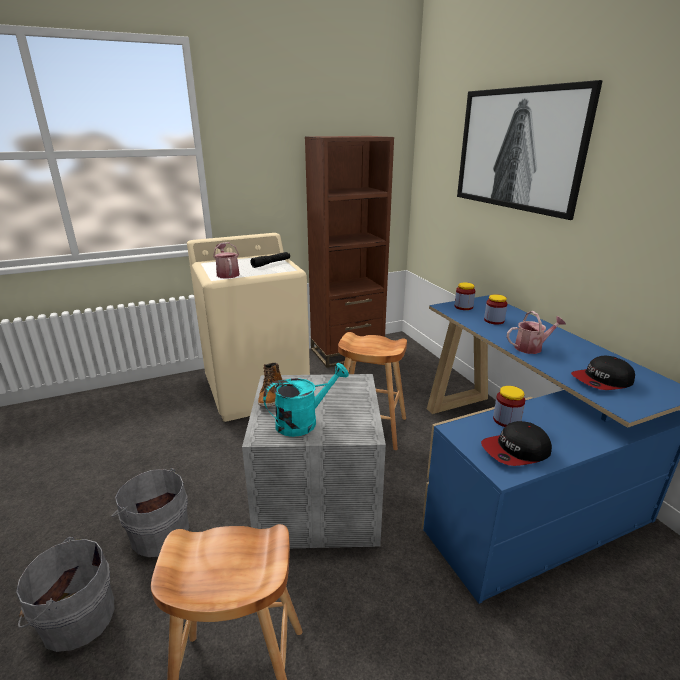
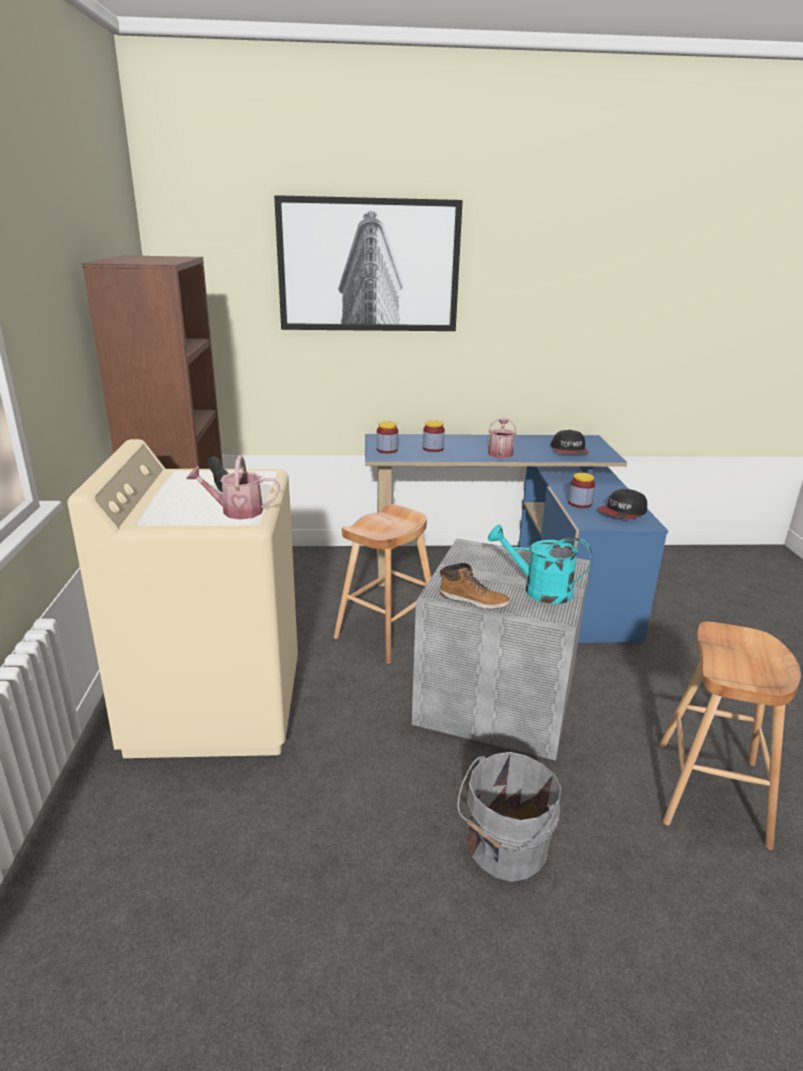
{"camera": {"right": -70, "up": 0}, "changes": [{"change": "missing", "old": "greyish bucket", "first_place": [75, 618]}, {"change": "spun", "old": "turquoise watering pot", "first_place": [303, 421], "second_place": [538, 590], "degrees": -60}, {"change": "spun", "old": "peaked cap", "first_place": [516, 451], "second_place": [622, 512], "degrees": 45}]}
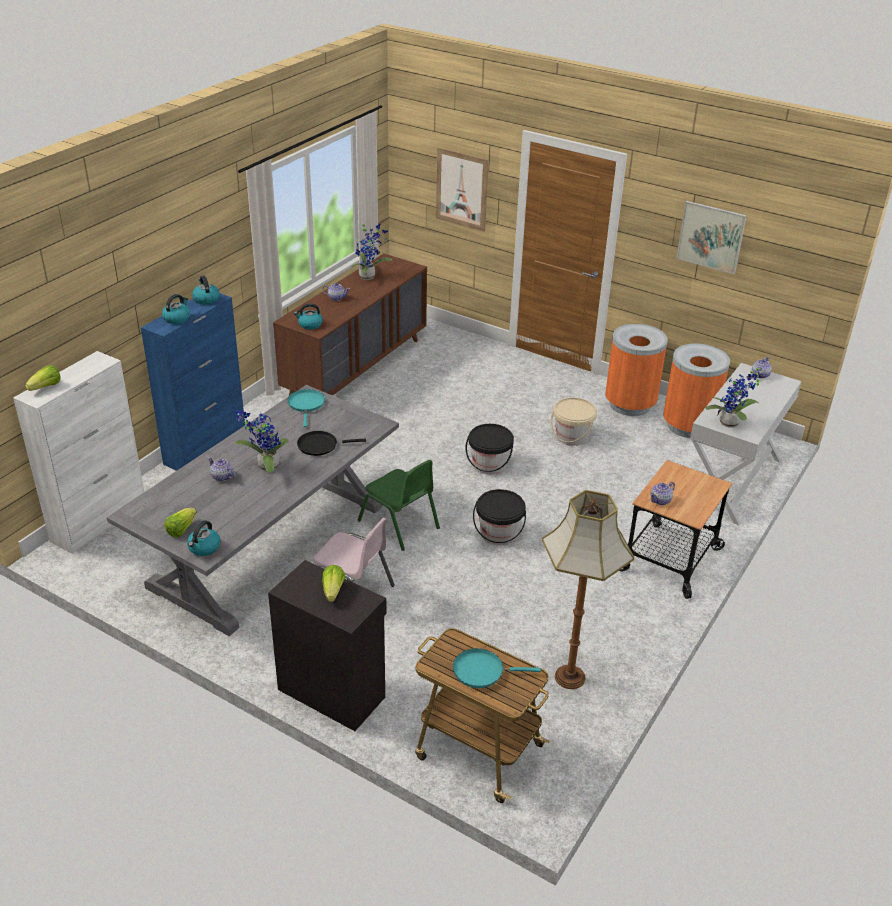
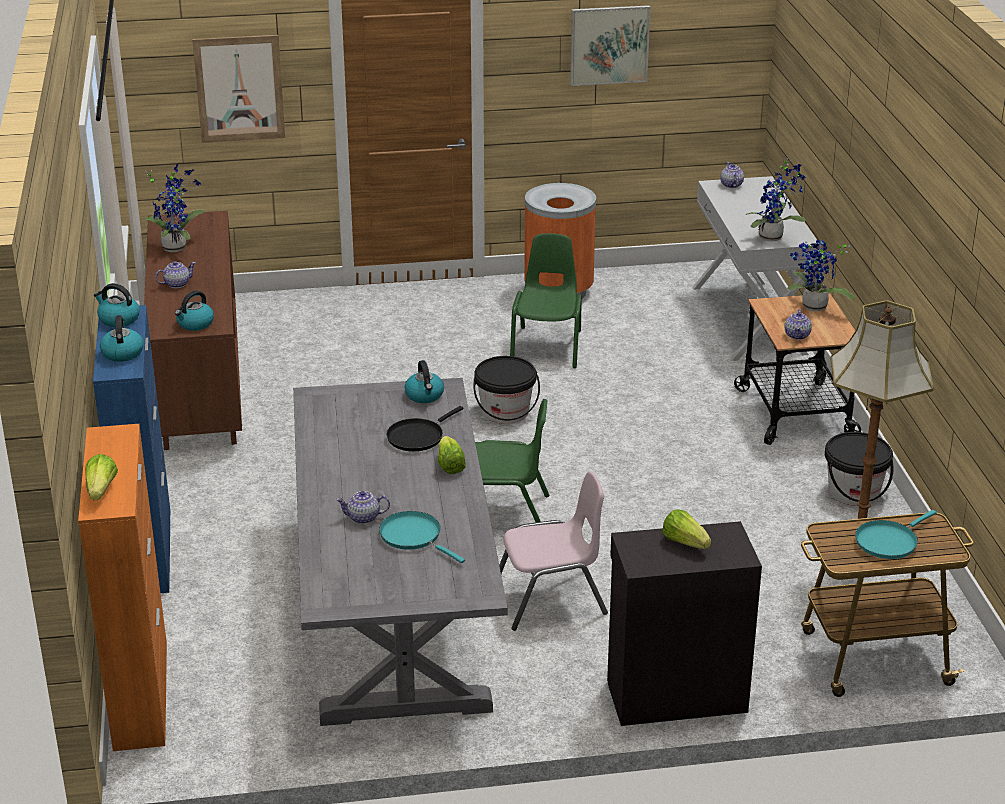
{"camera": {"right": -40, "up": -5}, "changes": [{"change": "colour", "old": "white-coloured storage cabinet", "new": "orangey storage cabinet", "first_place": [99, 520], "second_place": [141, 694]}, {"change": "relocated", "old": "lettuce head", "first_place": [181, 529], "second_place": [450, 465]}, {"change": "relocated", "old": "kettle", "first_place": [204, 548], "second_place": [425, 396]}, {"change": "relocated", "old": "plant in a pot", "first_place": [265, 466], "second_place": [813, 308]}, {"change": "relocated", "old": "turquoise frying pan", "first_place": [306, 405], "second_place": [414, 536]}, {"change": "relocated", "old": "black bucket", "first_place": [499, 533], "second_place": [854, 492]}, {"change": "exchanged", "old": "sand-coloured bucket", "new": "green-coloured upright chair", "first_place": [572, 436], "second_place": [547, 347]}, {"change": "missing", "old": "orangey rubbish bin", "first_place": [688, 426]}]}
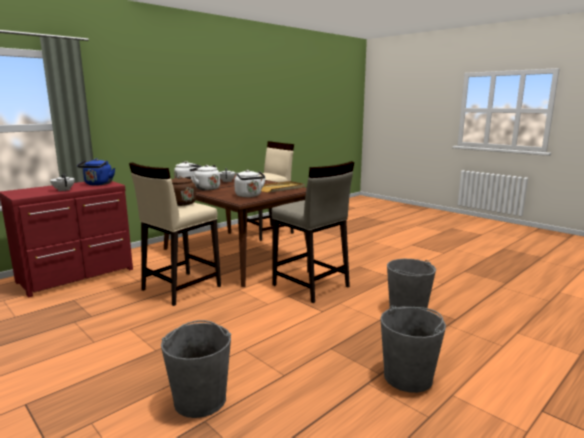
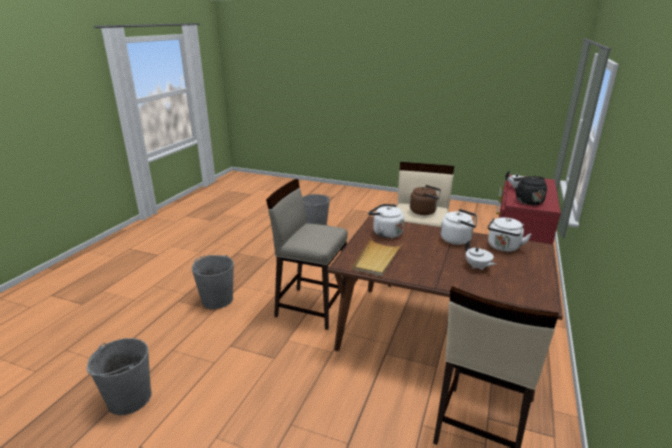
{"camera": {"right": 155, "up": 10}, "changes": [{"change": "colour", "old": "bluish kettle", "new": "black kettle", "first_place": [98, 184], "second_place": [527, 201]}, {"change": "relocated", "old": "greyish bucket", "first_place": [408, 377], "second_place": [129, 398]}]}
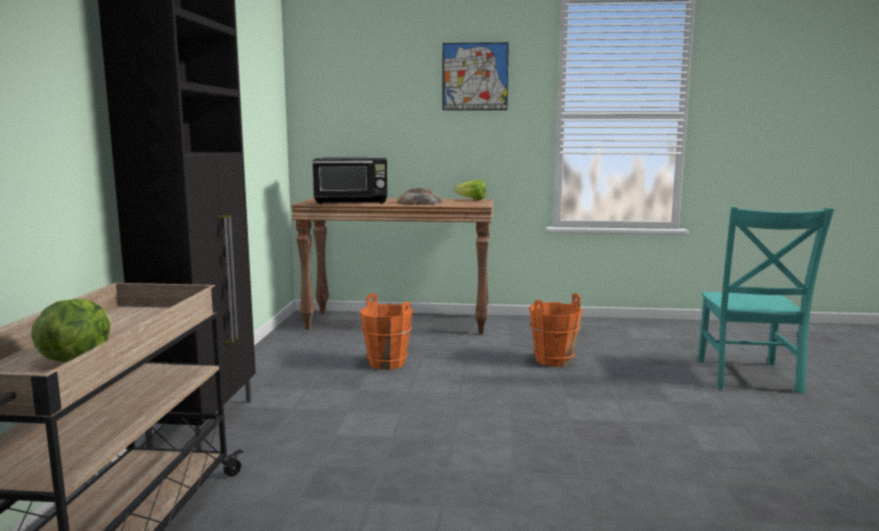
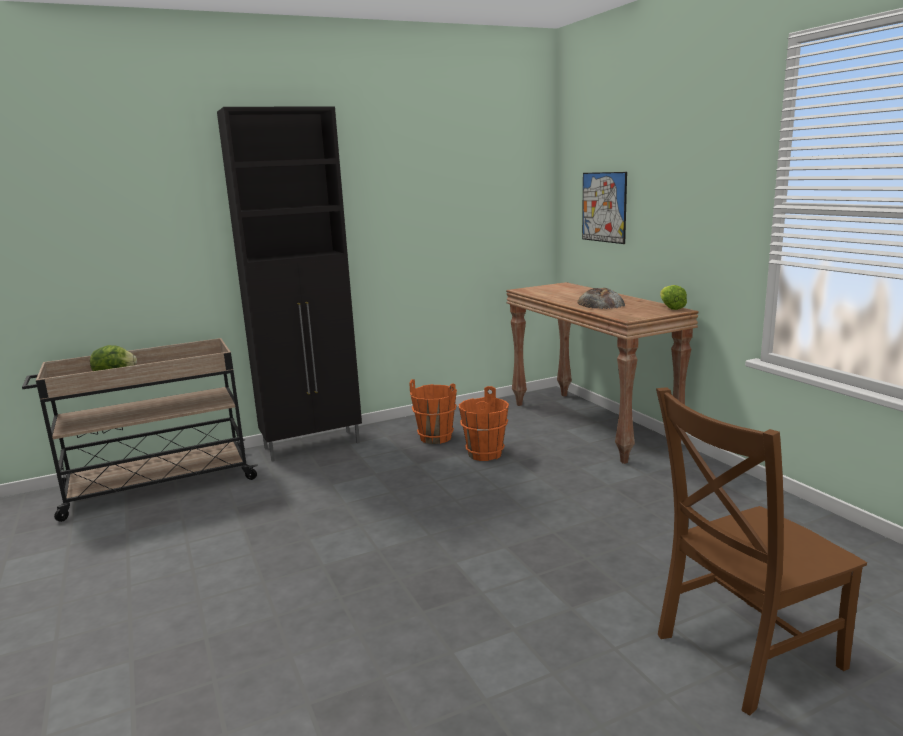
{"camera": {"right": 60, "up": 5}, "changes": [{"change": "missing", "old": "black kitchen microwave", "first_place": [352, 202]}, {"change": "relocated", "old": "wall art", "first_place": [475, 76], "second_place": [604, 207]}, {"change": "relocated", "old": "orangey bucket", "first_place": [553, 360], "second_place": [436, 437]}, {"change": "colour", "old": "turquoise upright chair", "new": "brownish upright chair", "first_place": [748, 377], "second_place": [742, 653]}]}
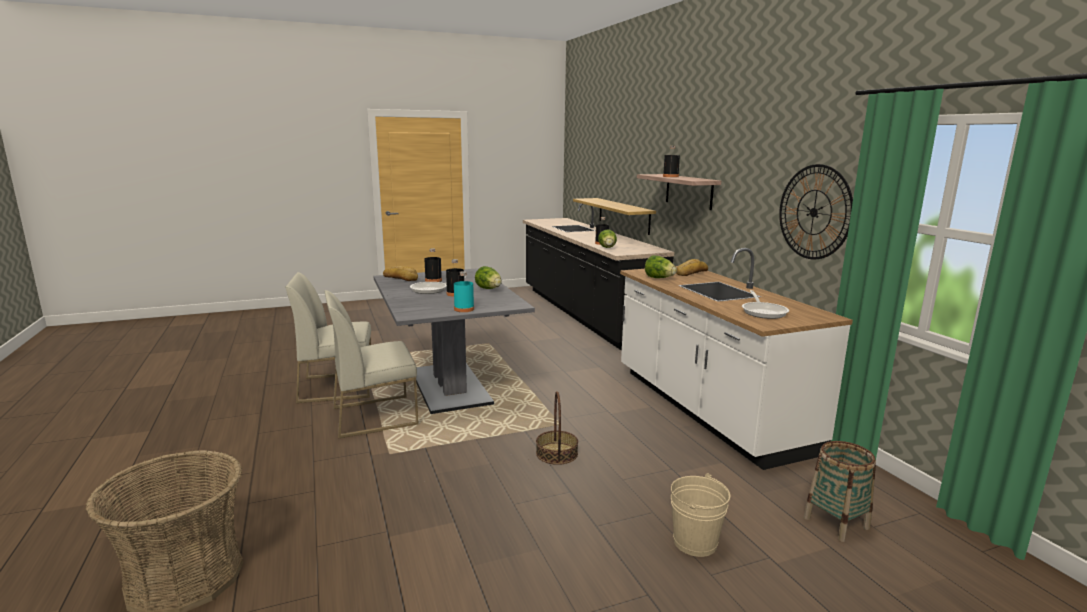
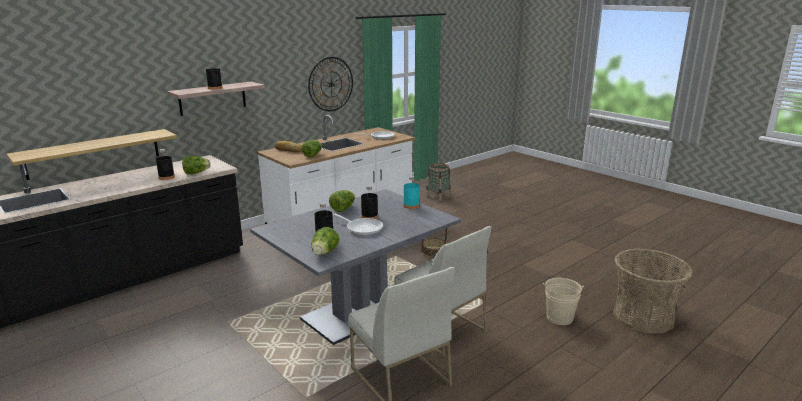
{"camera": {"right": -110, "up": 5}, "changes": [{"change": "exchanged", "old": "bakery bread", "new": "lettuce head", "first_place": [401, 278], "second_place": [324, 253]}, {"change": "relocated", "old": "sand-coloured bucket", "first_place": [695, 542], "second_place": [559, 318]}]}
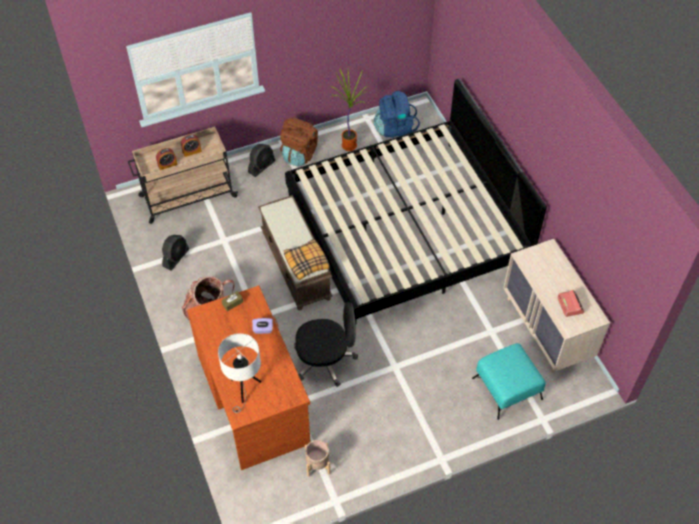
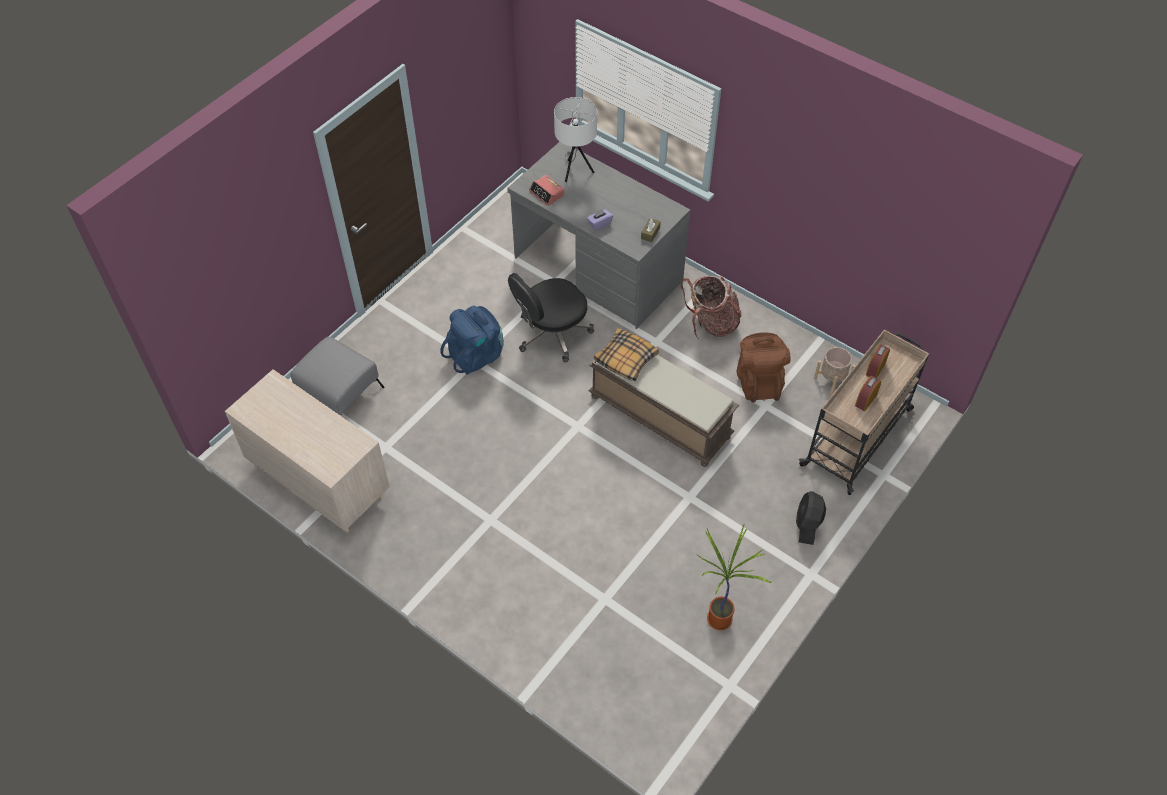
{"camera": {"right": 150, "up": 0}, "changes": [{"change": "missing", "old": "black electric fan", "first_place": [176, 258]}, {"change": "colour", "old": "brownish desk", "new": "greyish desk", "first_place": [253, 398], "second_place": [597, 270]}, {"change": "relocated", "old": "brownish rucksack", "first_place": [299, 154], "second_place": [758, 381]}, {"change": "missing", "old": "bedroom bed", "first_place": [406, 228]}, {"change": "relocated", "old": "sand-coloured plant pot", "first_place": [318, 464], "second_place": [831, 380]}, {"change": "relocated", "old": "bluish rucksack", "first_place": [394, 129], "second_place": [476, 355]}, {"change": "colour", "old": "turquoise ottoman", "new": "greyish ottoman", "first_place": [507, 388], "second_place": [340, 394]}, {"change": "relocated", "old": "bedside clock", "first_place": [570, 305], "second_place": [547, 193]}]}
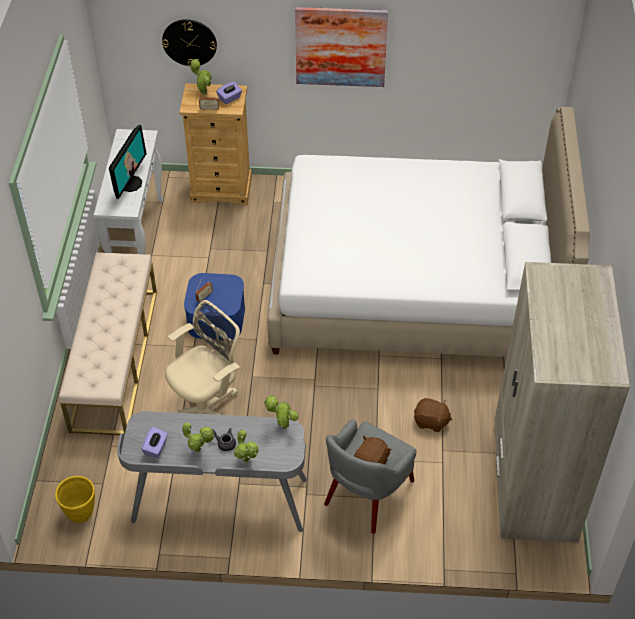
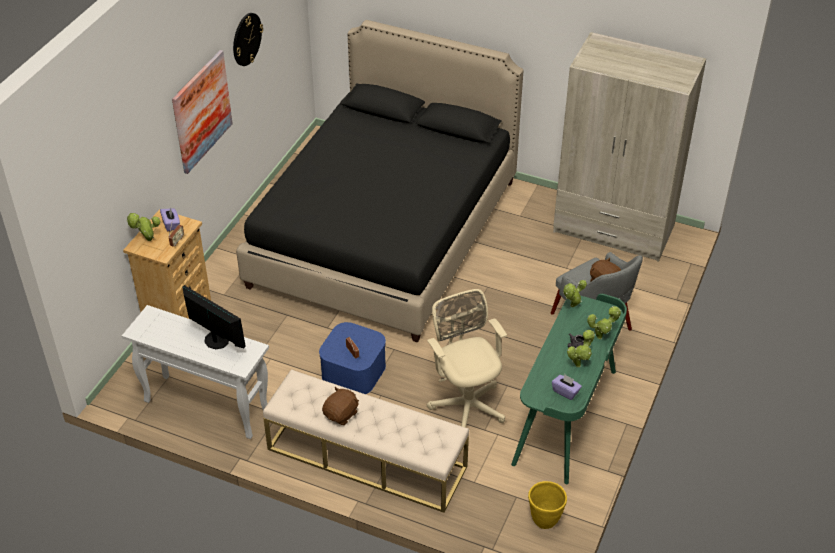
{"camera": {"right": -70, "up": -5}, "changes": [{"change": "colour", "old": "greyish desk", "new": "green-coloured desk", "first_place": [219, 501], "second_place": [566, 417]}, {"change": "relocated", "old": "hanging clock", "first_place": [189, 42], "second_place": [246, 39]}, {"change": "colour", "old": "white-coloured bedroom bed", "new": "black bedroom bed", "first_place": [415, 285], "second_place": [385, 232]}, {"change": "relocated", "old": "brownish cuddly toy", "first_place": [431, 421], "second_place": [341, 414]}]}
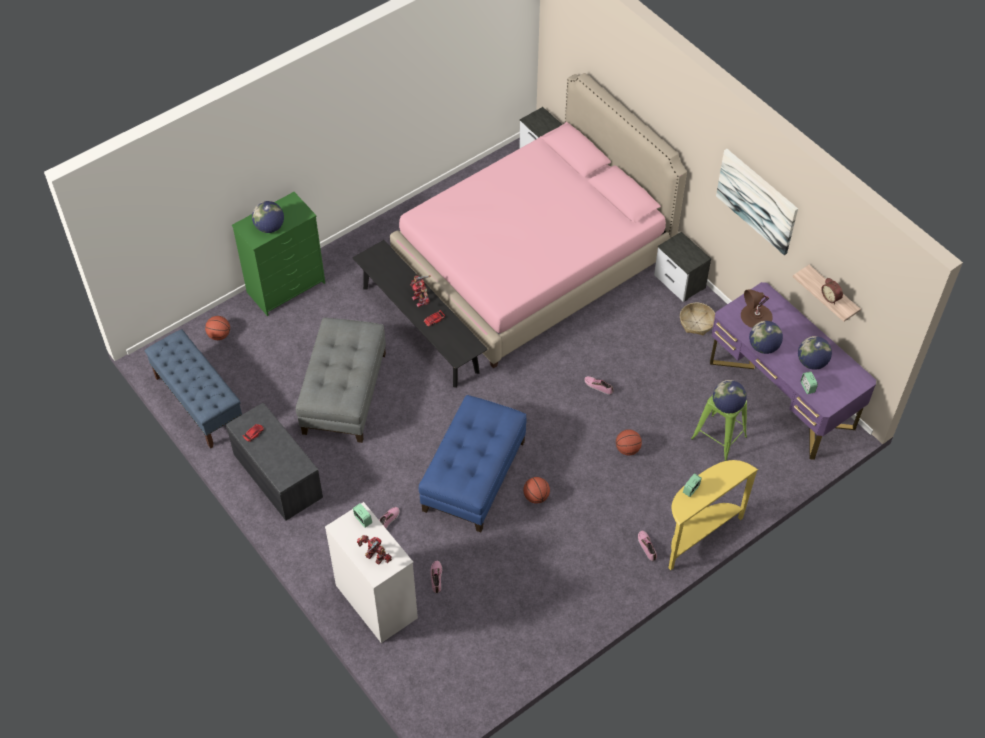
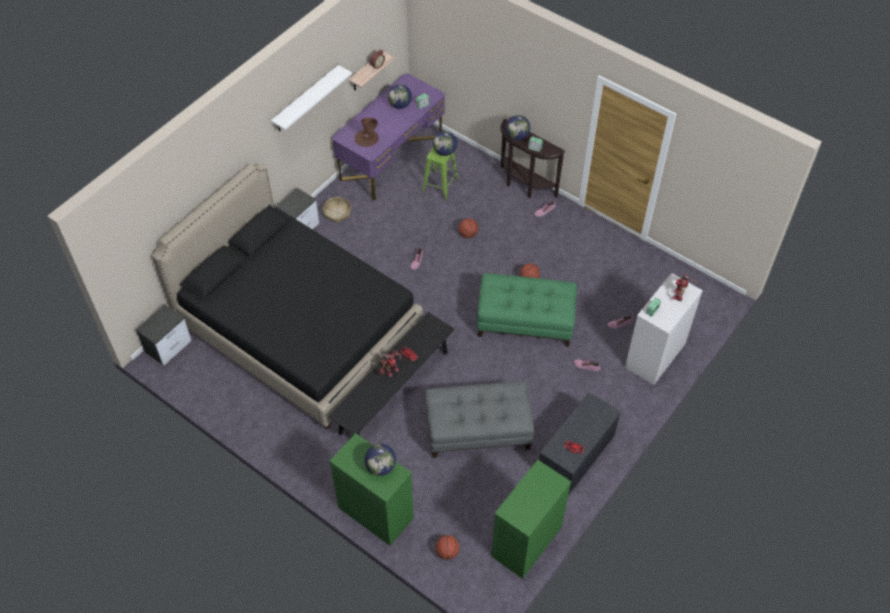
{"camera": {"right": -105, "up": 0}, "changes": [{"change": "exchanged", "old": "bluish indoor bench", "new": "green-coloured drawer chest", "first_place": [199, 402], "second_place": [526, 542]}, {"change": "colour", "old": "pink-coloured bedroom bed", "new": "black bedroom bed", "first_place": [533, 261], "second_place": [299, 328]}, {"change": "colour", "old": "bluish ottoman", "new": "green-coloured ottoman", "first_place": [473, 475], "second_place": [525, 321]}, {"change": "colour", "old": "yellow hall table", "new": "brownish hall table", "first_place": [698, 535], "second_place": [524, 186]}, {"change": "exchanged", "old": "wall art", "new": "white-coloured wall shelf", "first_place": [757, 201], "second_place": [306, 99]}, {"change": "relocated", "old": "globe", "first_place": [763, 347], "second_place": [517, 136]}]}
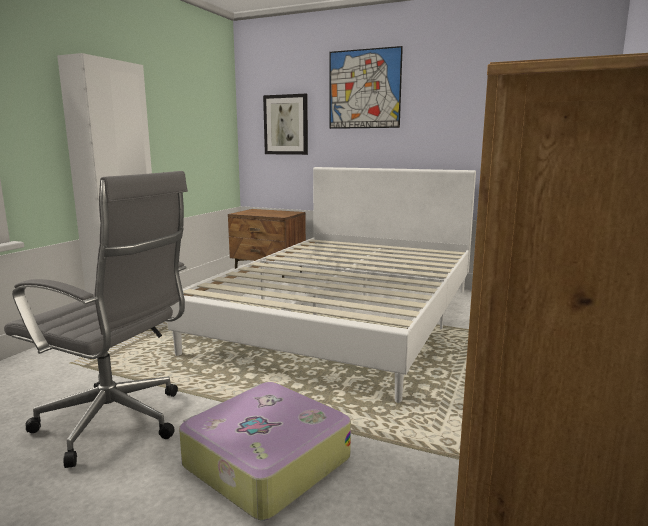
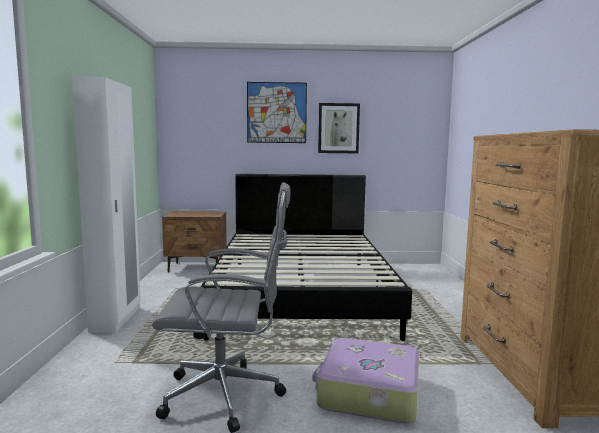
{"camera": {"right": -25, "up": -5}, "changes": [{"change": "colour", "old": "white-coloured bedroom bed", "new": "black bedroom bed", "first_place": [346, 317], "second_place": [302, 292]}, {"change": "relocated", "old": "wall art", "first_place": [286, 125], "second_place": [338, 128]}]}
